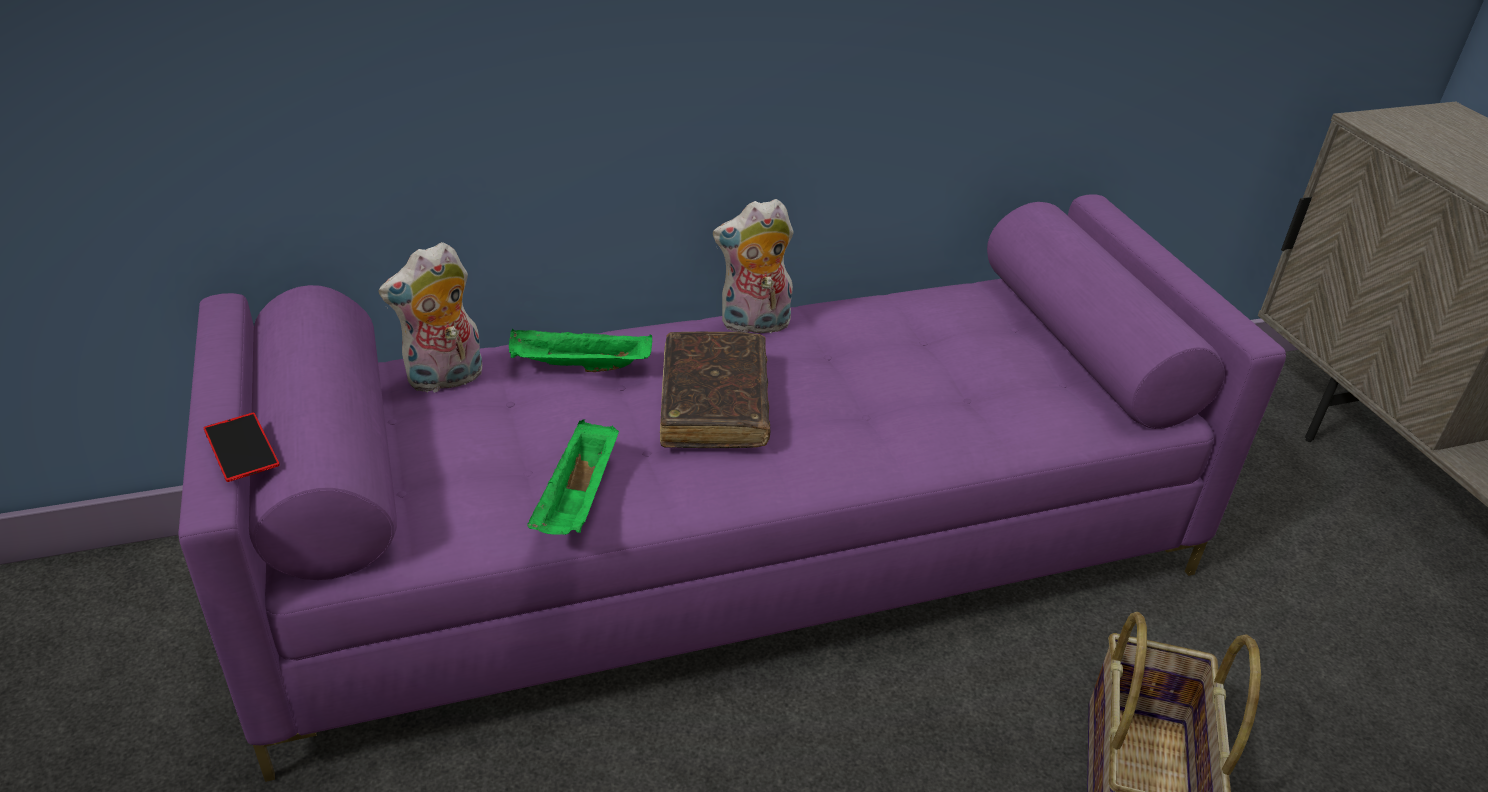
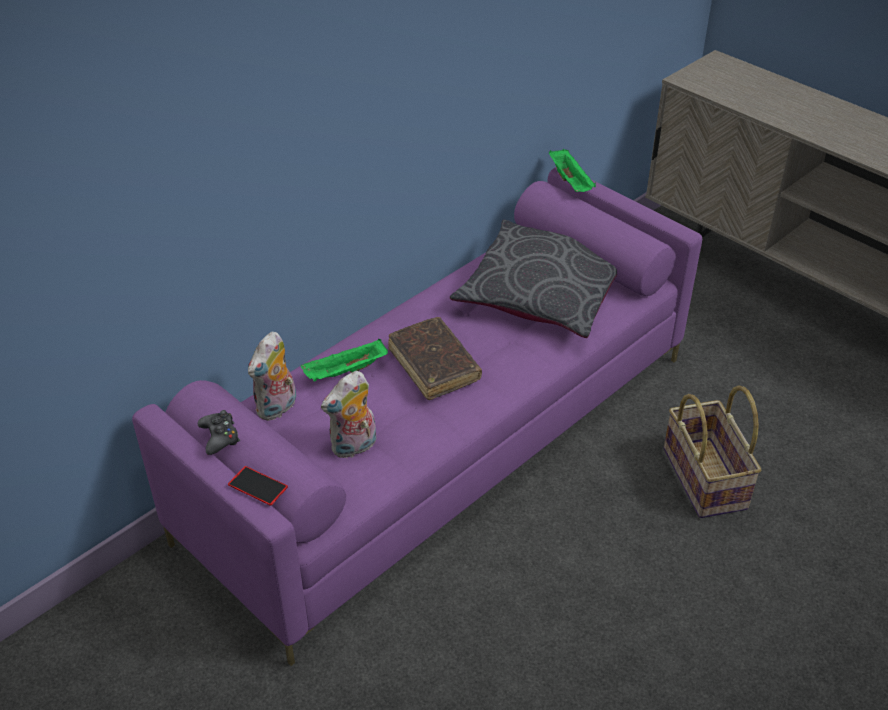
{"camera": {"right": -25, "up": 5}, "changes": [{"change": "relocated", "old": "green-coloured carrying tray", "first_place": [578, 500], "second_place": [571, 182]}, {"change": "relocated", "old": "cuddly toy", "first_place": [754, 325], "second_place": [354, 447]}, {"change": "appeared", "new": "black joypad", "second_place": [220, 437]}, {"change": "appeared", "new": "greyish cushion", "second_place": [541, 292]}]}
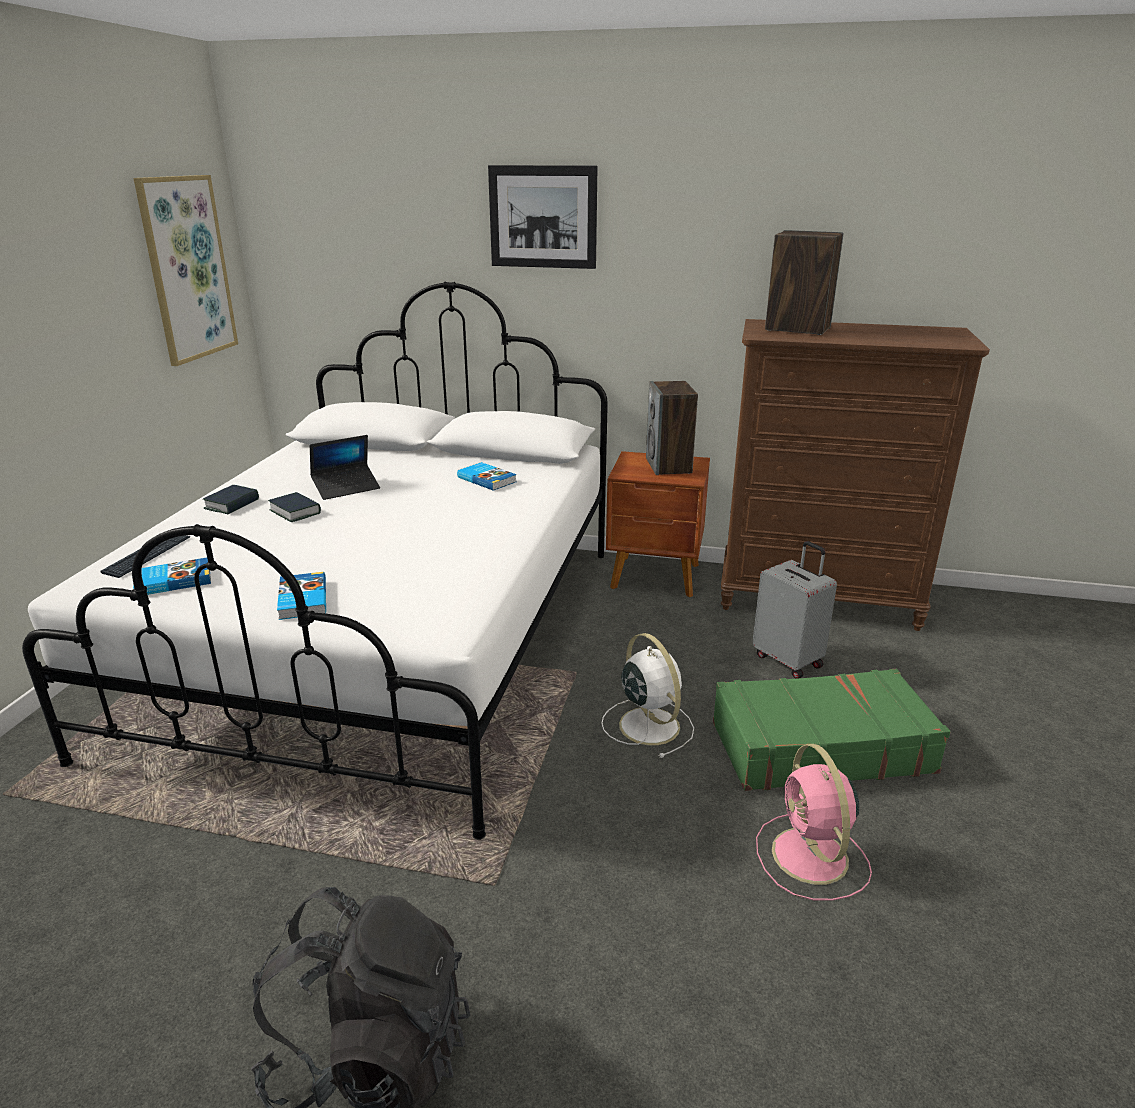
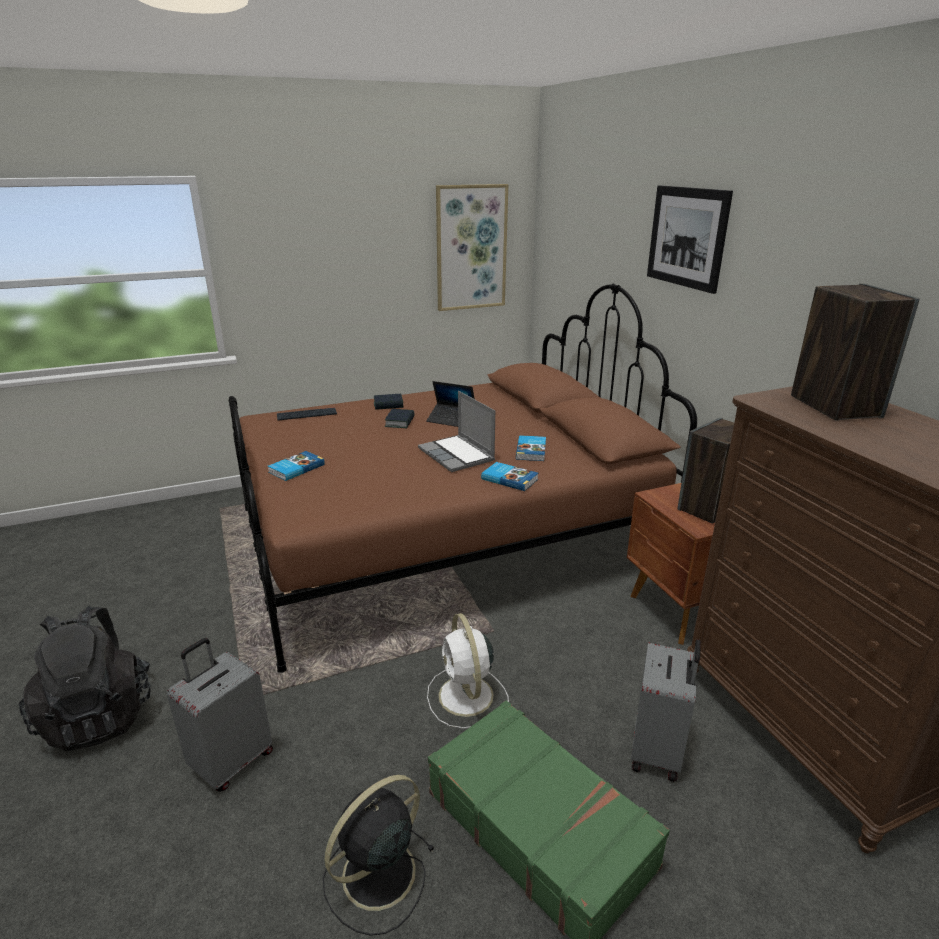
{"camera": {"right": 55, "up": 0}, "changes": [{"change": "colour", "old": "white-coloured bedroom bed", "new": "brownish bedroom bed", "first_place": [390, 640], "second_place": [443, 538]}, {"change": "relocated", "old": "book", "first_place": [173, 580], "second_place": [510, 479]}, {"change": "spun", "old": "white-coloured electric fan", "first_place": [647, 724], "second_place": [466, 697], "degrees": 135}, {"change": "colour", "old": "pink-coloured electric fan", "new": "black electric fan", "first_place": [811, 858], "second_place": [376, 875]}, {"change": "appeared", "new": "greyish suitcase", "second_place": [231, 761]}, {"change": "appeared", "new": "laptop", "second_place": [457, 455]}]}
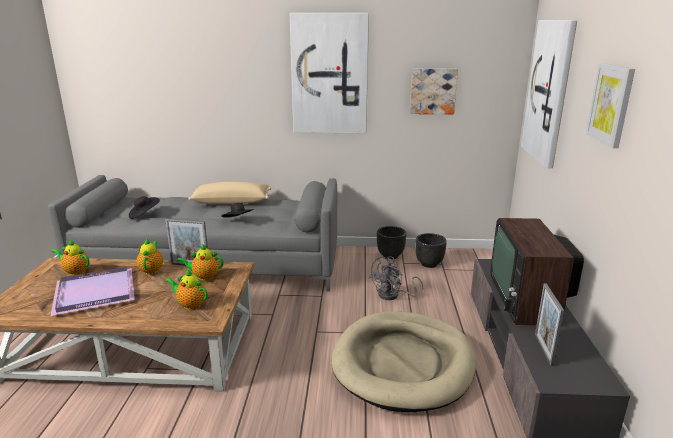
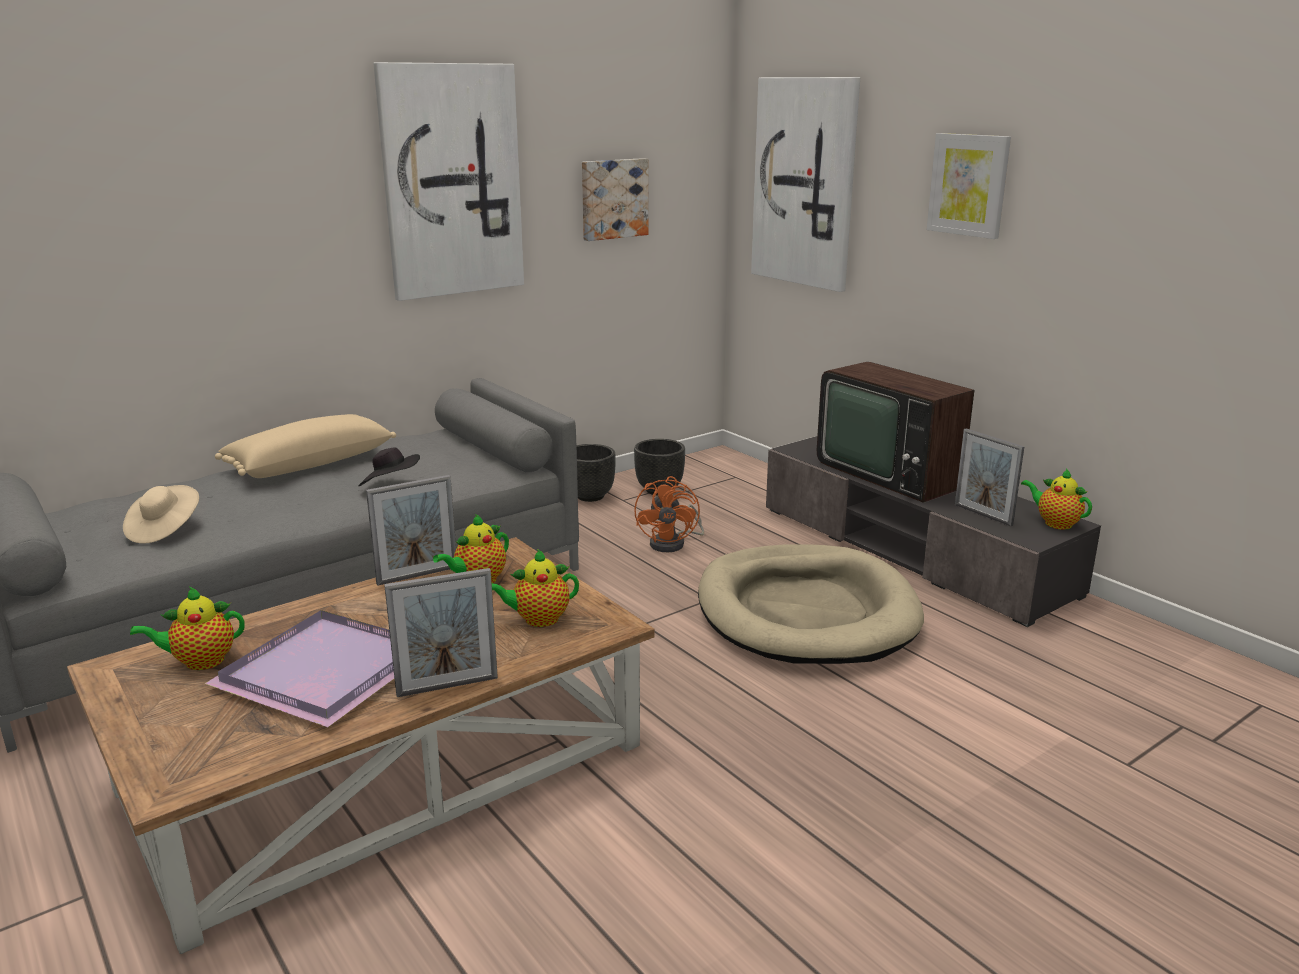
{"camera": {"right": -40, "up": 0}, "changes": [{"change": "colour", "old": "black wearable hat", "new": "sand-coloured wearable hat", "first_place": [144, 215], "second_place": [164, 530]}, {"change": "relocated", "old": "teapot", "first_place": [152, 270], "second_place": [1055, 523]}, {"change": "colour", "old": "greyish electric fan", "new": "orangey electric fan", "first_place": [393, 295], "second_place": [673, 543]}, {"change": "appeared", "new": "standing frame", "second_place": [447, 686]}]}
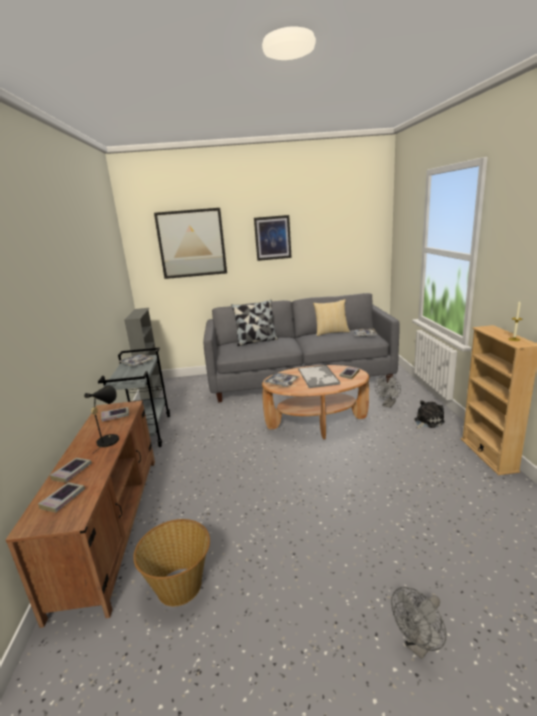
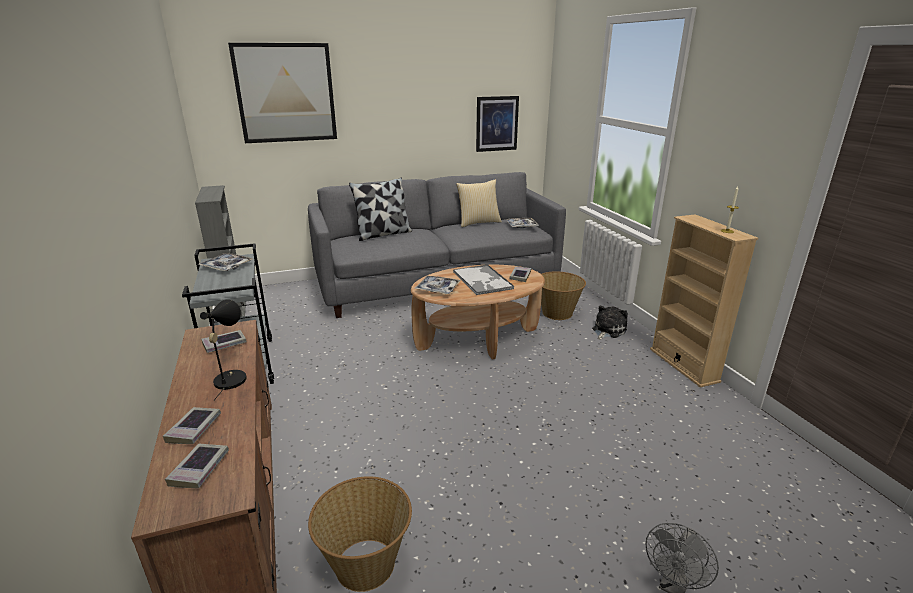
{"camera": {"right": -15, "up": 5}, "changes": [{"change": "relocated", "old": "wall art", "first_place": [272, 238], "second_place": [496, 123]}, {"change": "exchanged", "old": "greyish electric fan", "new": "household basket", "first_place": [388, 405], "second_place": [557, 313]}]}
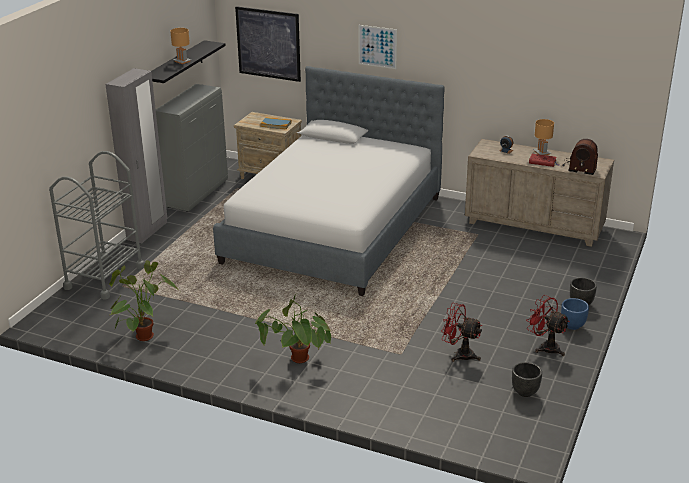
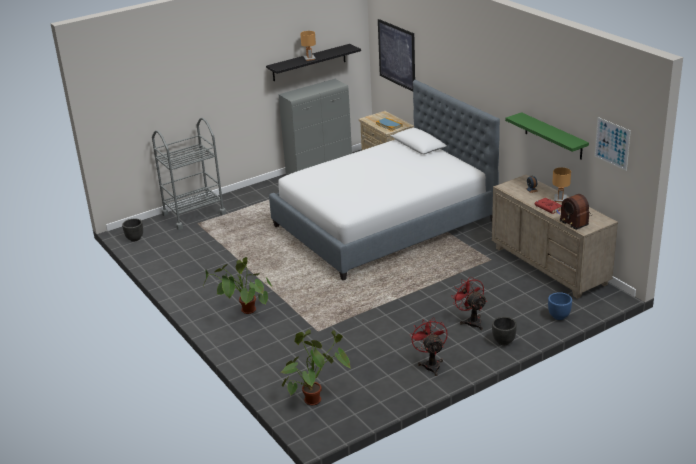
{"camera": {"right": 35, "up": 0}, "changes": [{"change": "missing", "old": "greyish armoire", "first_place": [147, 231]}, {"change": "relocated", "old": "plant in a pot", "first_place": [143, 332], "second_place": [315, 395]}, {"change": "relocated", "old": "wall art", "first_place": [377, 46], "second_place": [612, 143]}, {"change": "relocated", "old": "reddish electric fan", "first_place": [459, 354], "second_place": [471, 321]}, {"change": "relocated", "old": "black plant pot", "first_place": [524, 392], "second_place": [134, 239]}, {"change": "relocated", "old": "bluish plant pot", "first_place": [572, 326], "second_place": [558, 316]}, {"change": "appeared", "new": "green-coloured wall shelf", "second_place": [553, 136]}]}
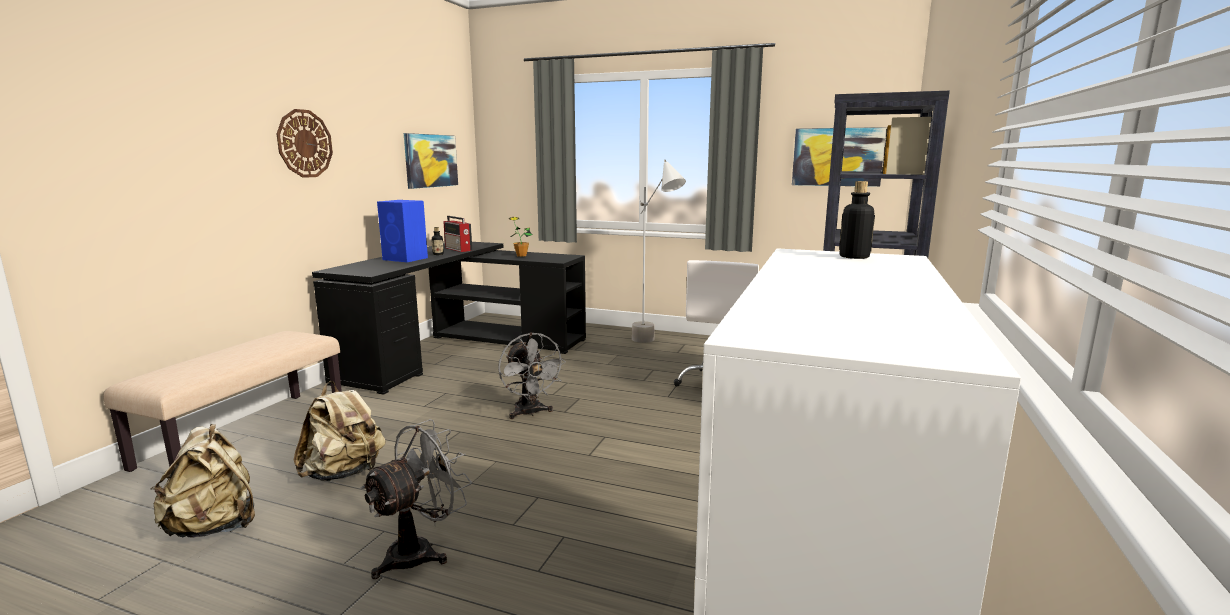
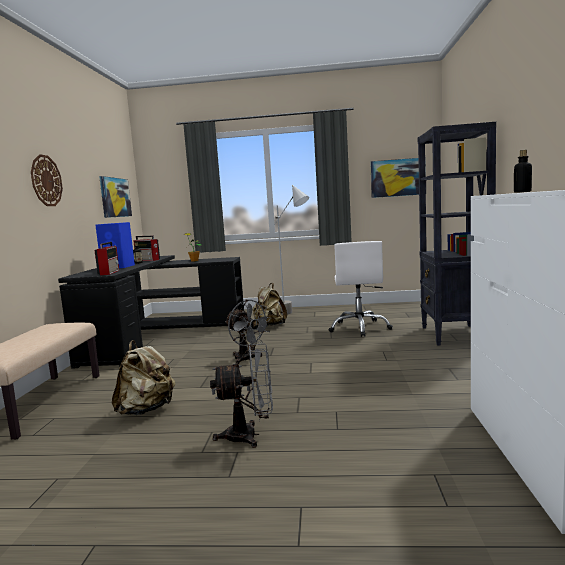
{"camera": {"right": -15, "up": -5}, "changes": [{"change": "relocated", "old": "sand-coloured rucksack", "first_place": [214, 527], "second_place": [269, 326]}, {"change": "spun", "old": "greyish electric fan", "first_place": [420, 551], "second_place": [249, 436], "degrees": 60}, {"change": "appeared", "new": "radio receiver", "second_place": [109, 272]}]}
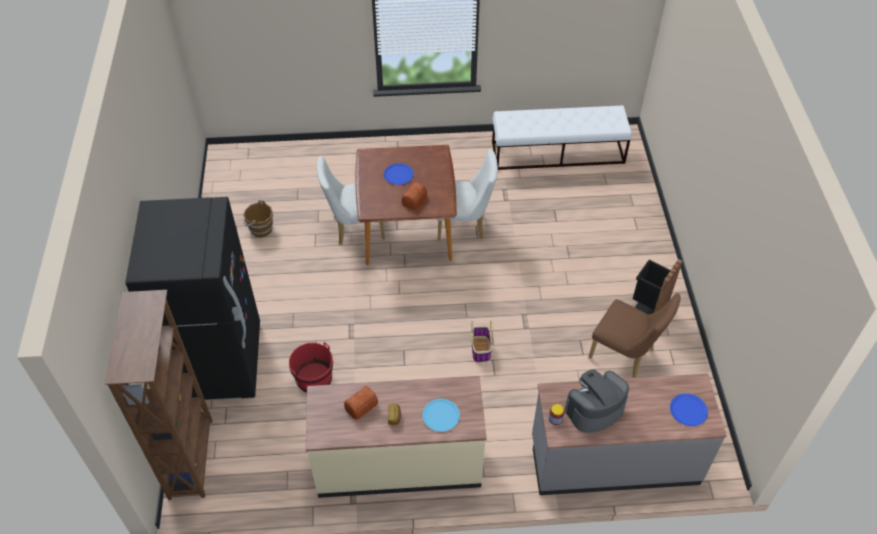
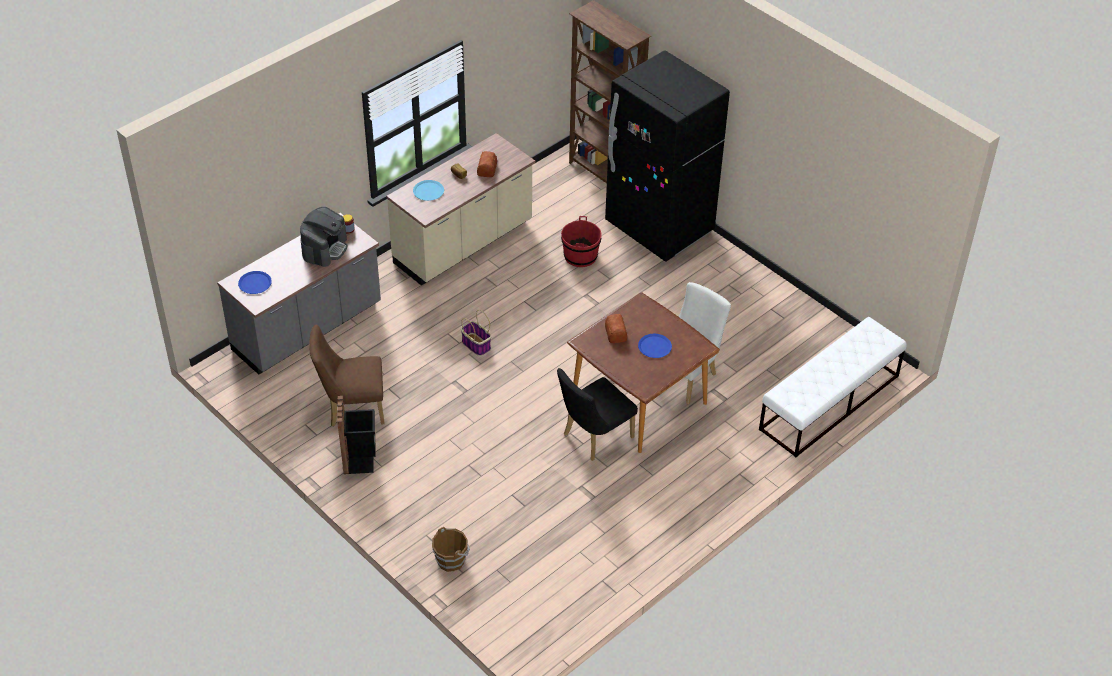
{"camera": {"right": 140, "up": -5}, "changes": [{"change": "relocated", "old": "brownish bucket", "first_place": [260, 229], "second_place": [451, 560]}, {"change": "colour", "old": "white-coloured upright chair", "new": "black upright chair", "first_place": [464, 225], "second_place": [593, 438]}, {"change": "relocated", "old": "white-coloured indoor bench", "first_place": [558, 153], "second_place": [829, 403]}]}
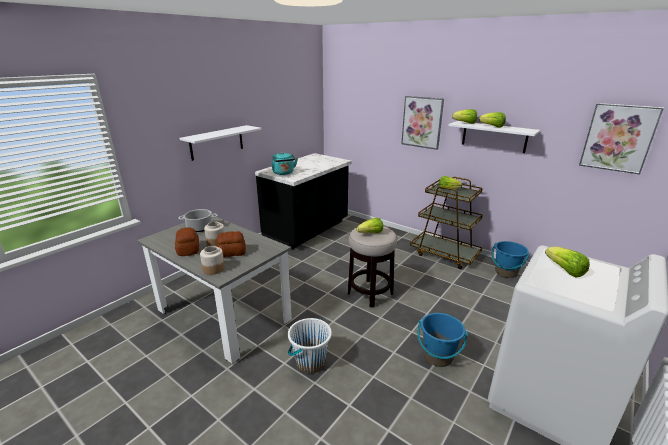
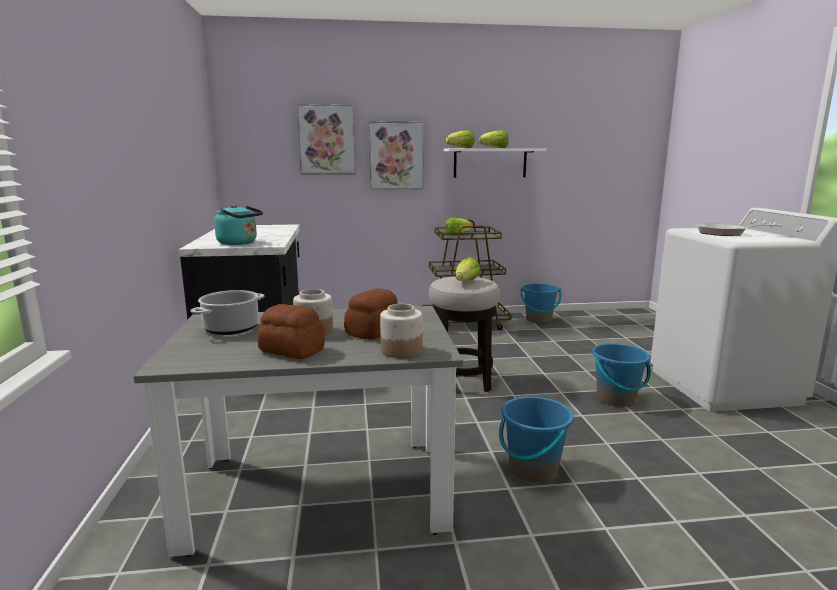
{"camera": {"right": -45, "up": -10}, "changes": [{"change": "missing", "old": "white-coloured wall shelf", "first_place": [217, 142]}, {"change": "colour", "old": "white-coloured bucket", "new": "bluish bucket", "first_place": [310, 362], "second_place": [533, 469]}, {"change": "exchanged", "old": "lettuce head", "new": "frying pan", "first_place": [564, 270], "second_place": [724, 233]}, {"change": "relocated", "old": "wall art", "first_place": [618, 138], "second_place": [327, 140]}]}
